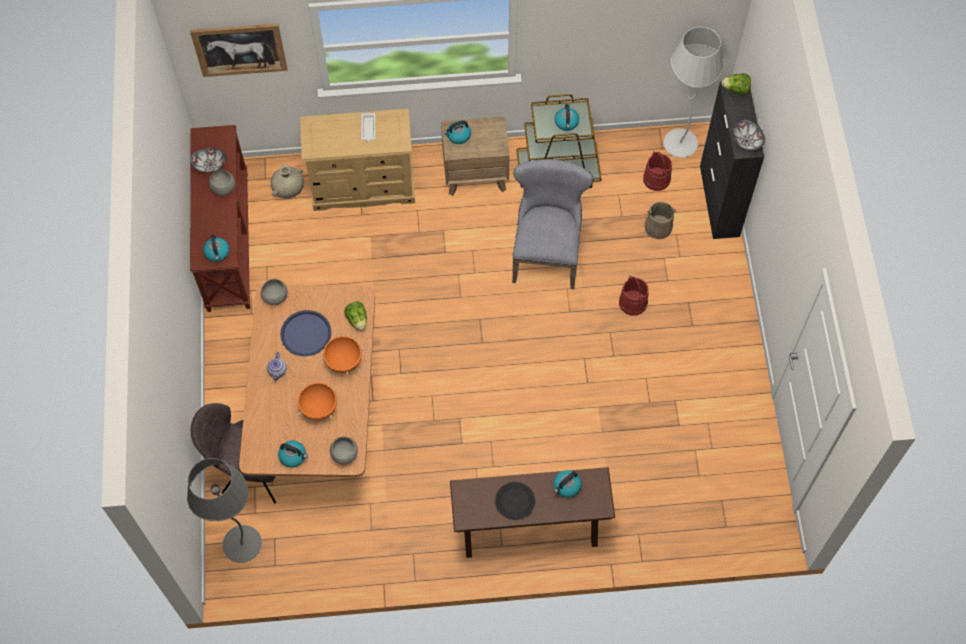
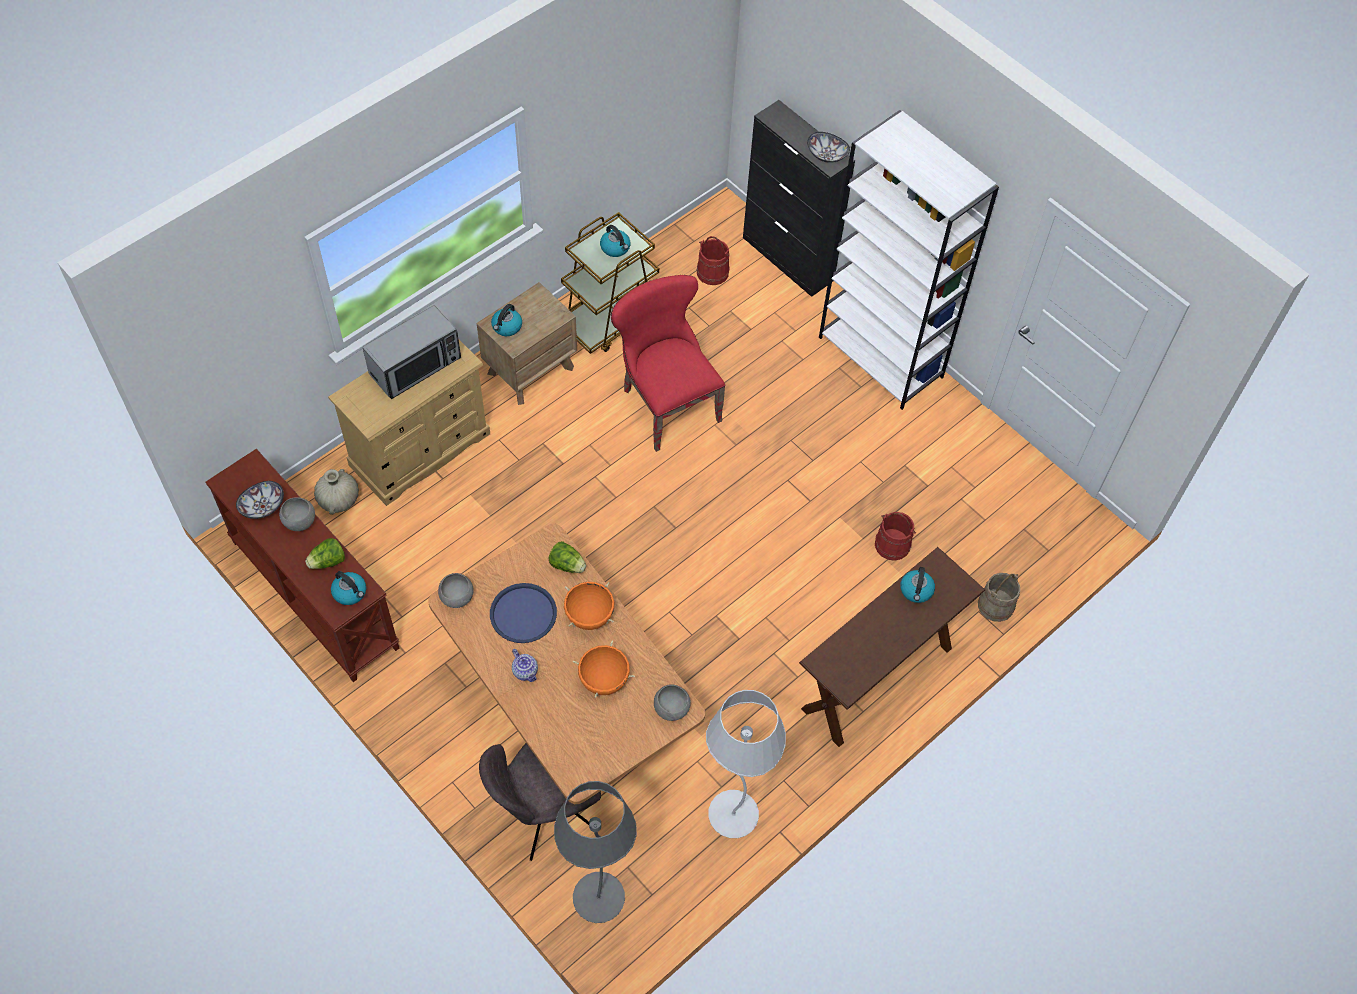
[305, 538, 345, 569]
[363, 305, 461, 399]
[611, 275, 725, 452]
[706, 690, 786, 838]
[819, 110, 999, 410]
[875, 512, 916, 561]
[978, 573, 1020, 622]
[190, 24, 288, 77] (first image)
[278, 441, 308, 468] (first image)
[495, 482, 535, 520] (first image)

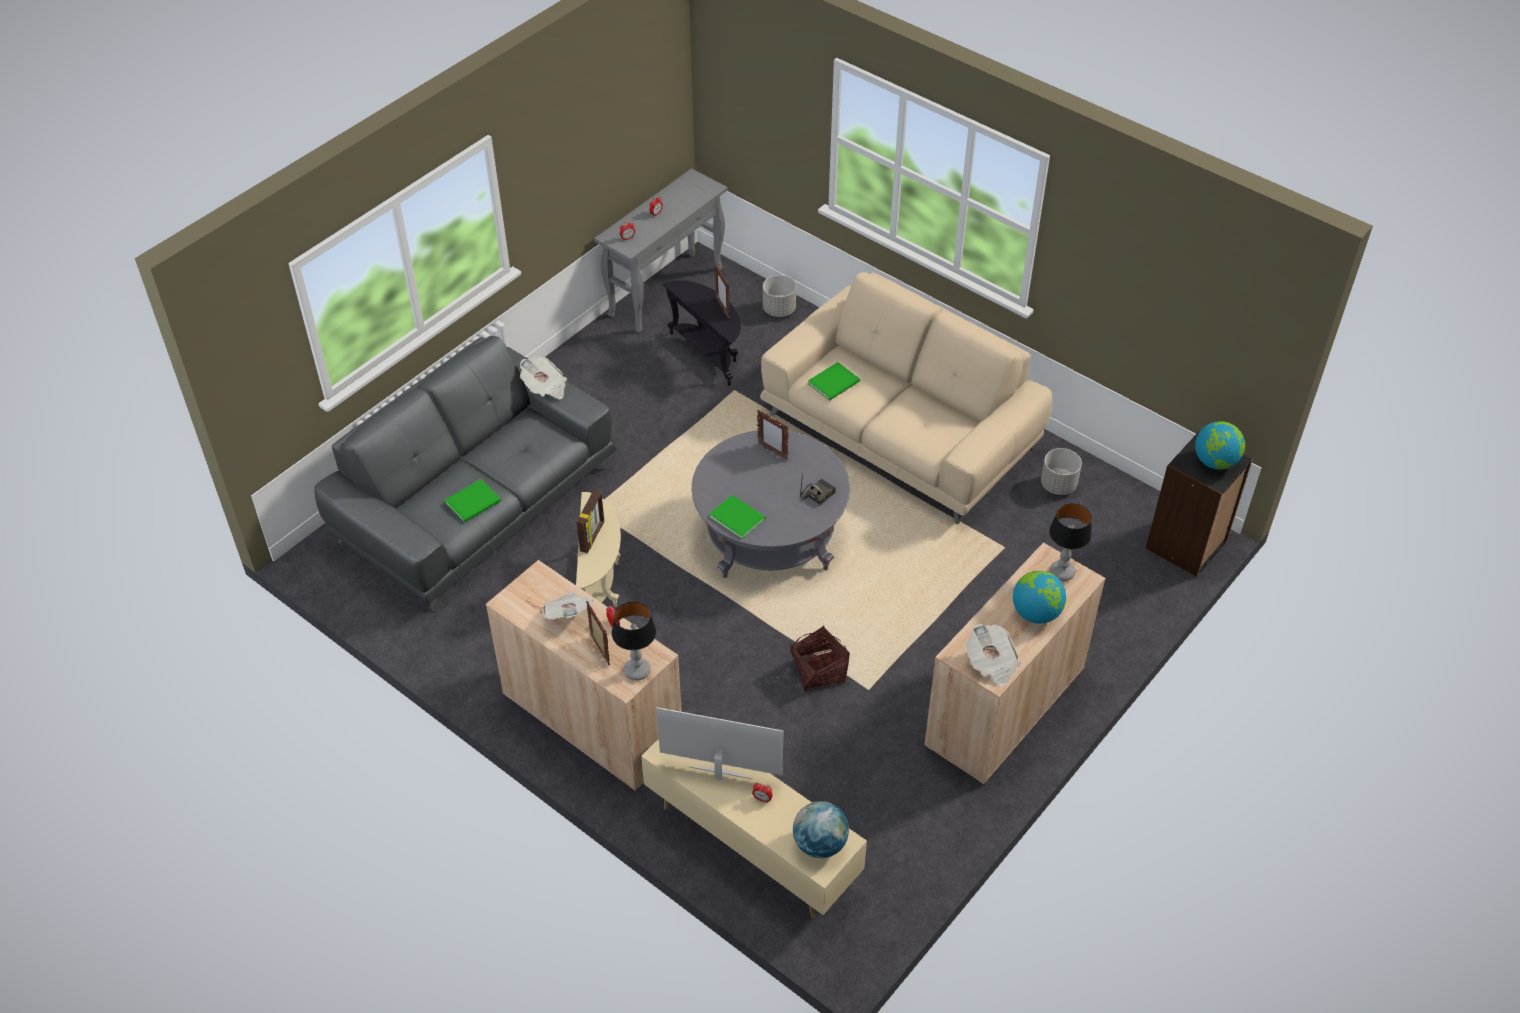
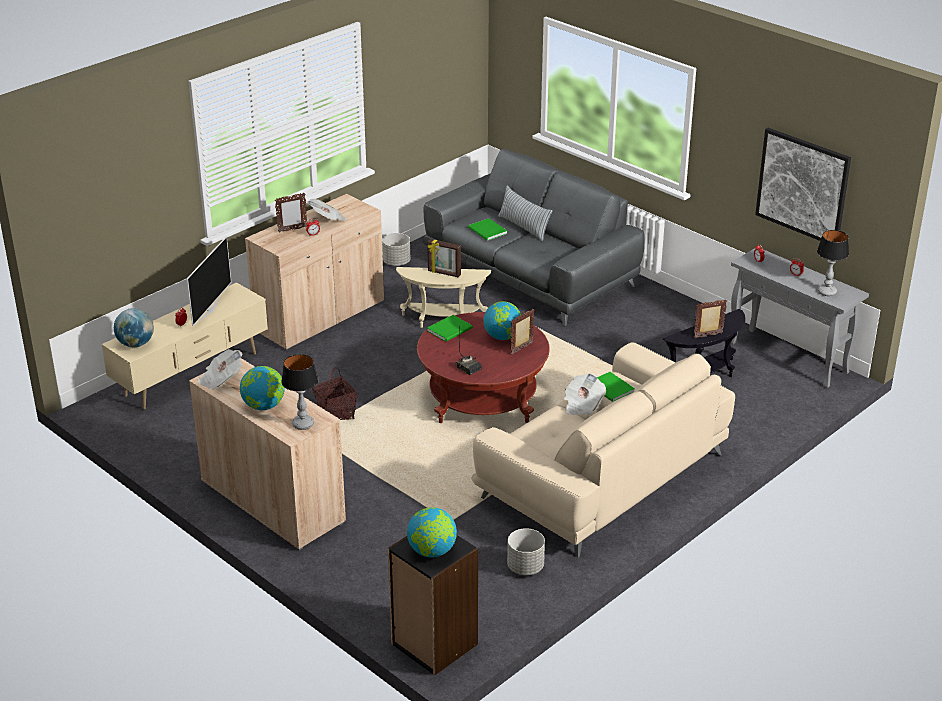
[382, 233, 410, 266]
[417, 312, 550, 423]
[483, 301, 521, 340]
[498, 186, 552, 242]
[564, 373, 606, 415]
[755, 128, 851, 241]
[817, 230, 849, 296]

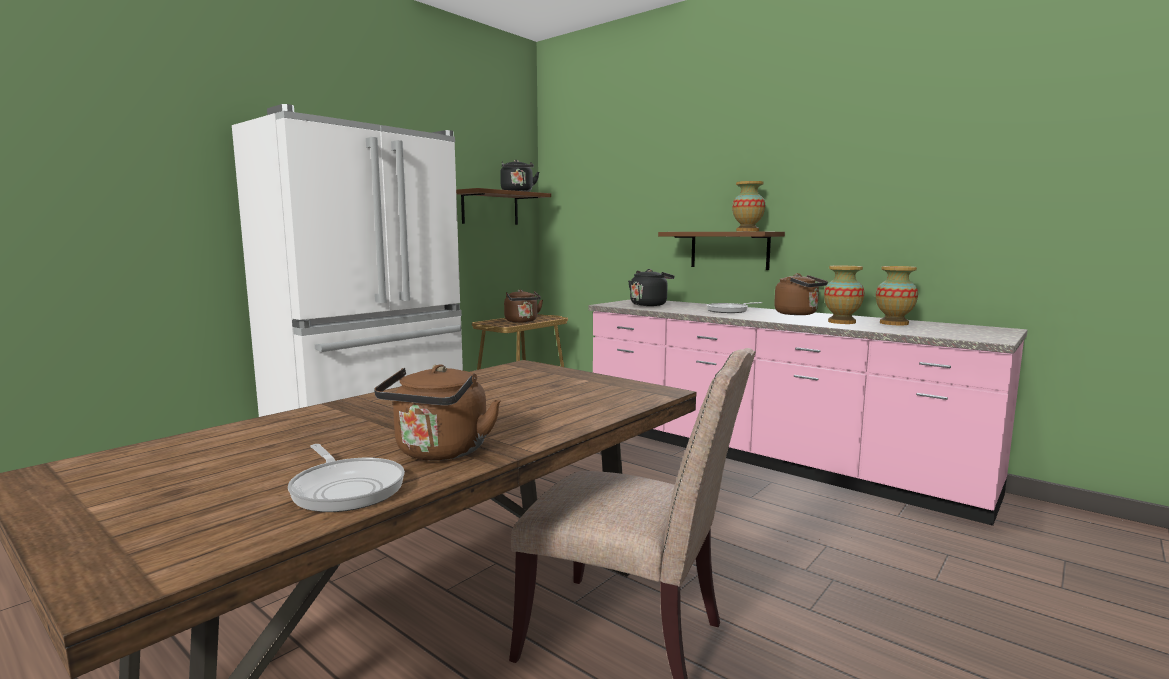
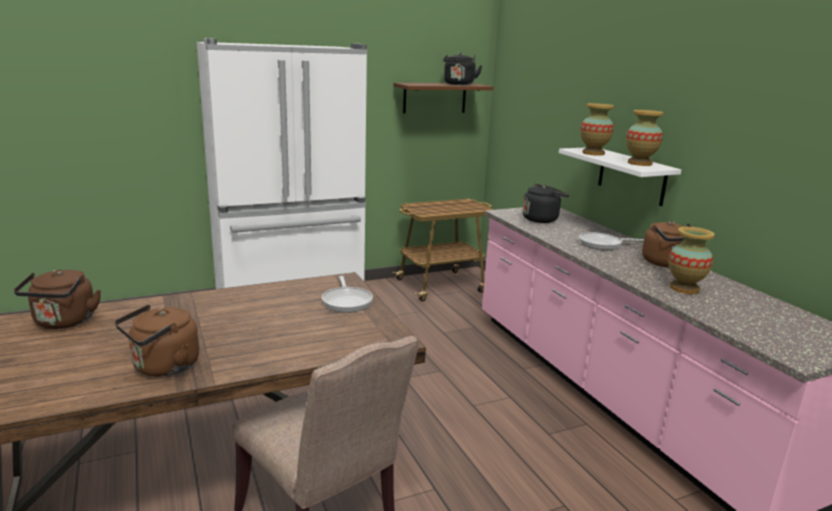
[14, 270, 101, 329]
[322, 276, 373, 313]
[559, 148, 681, 206]
[580, 103, 614, 156]

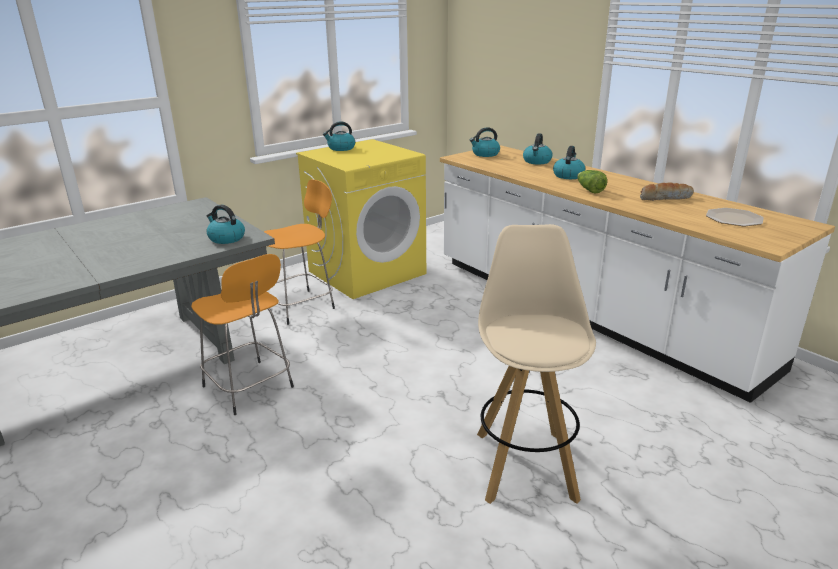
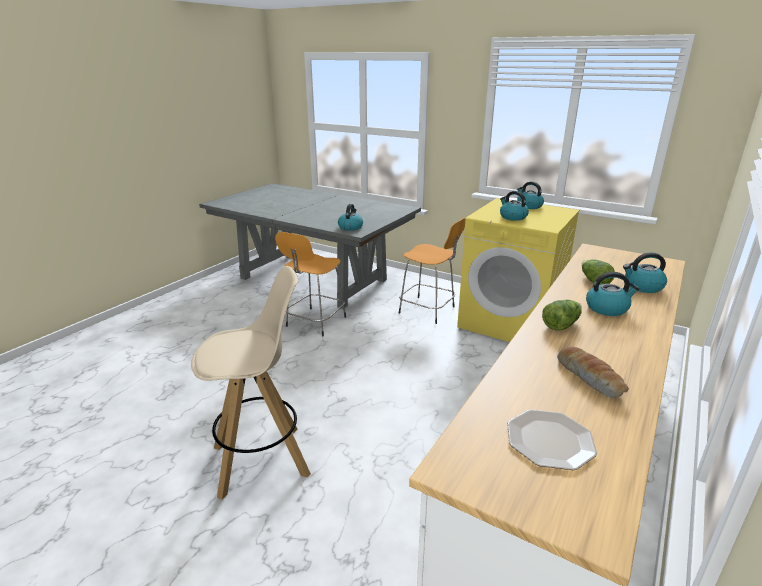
[500, 191, 529, 221]
[582, 259, 615, 285]

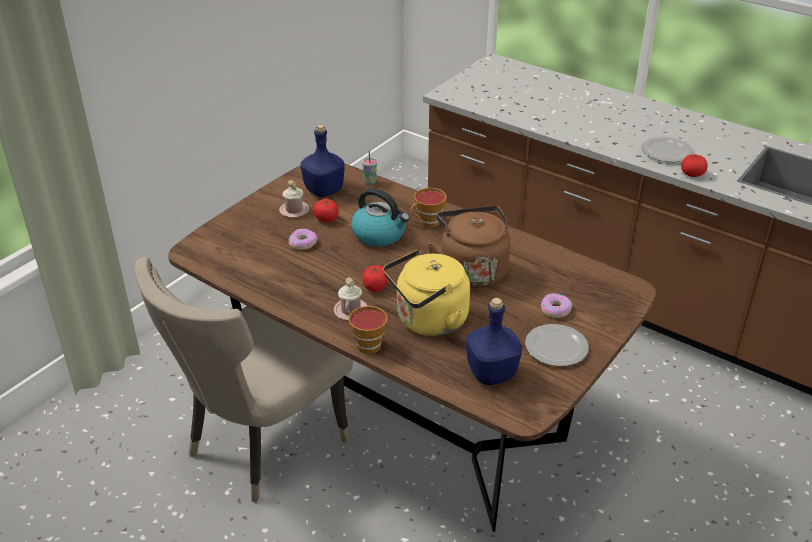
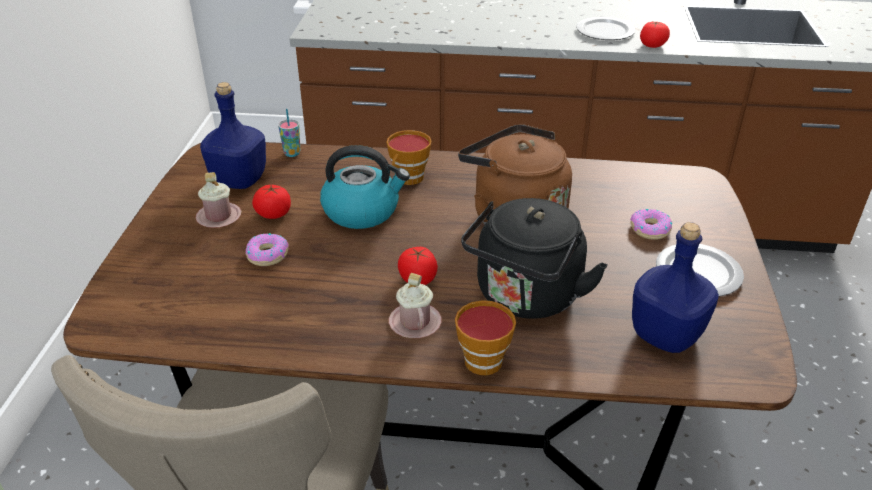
[461, 198, 608, 319]

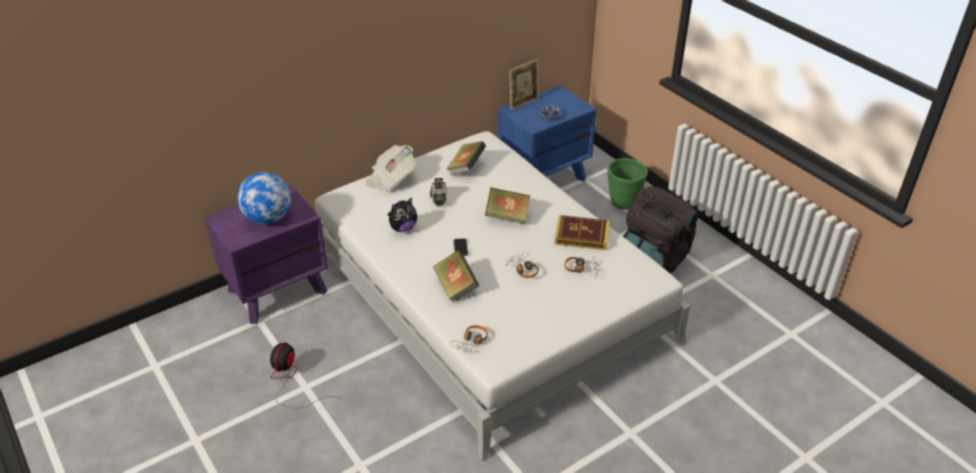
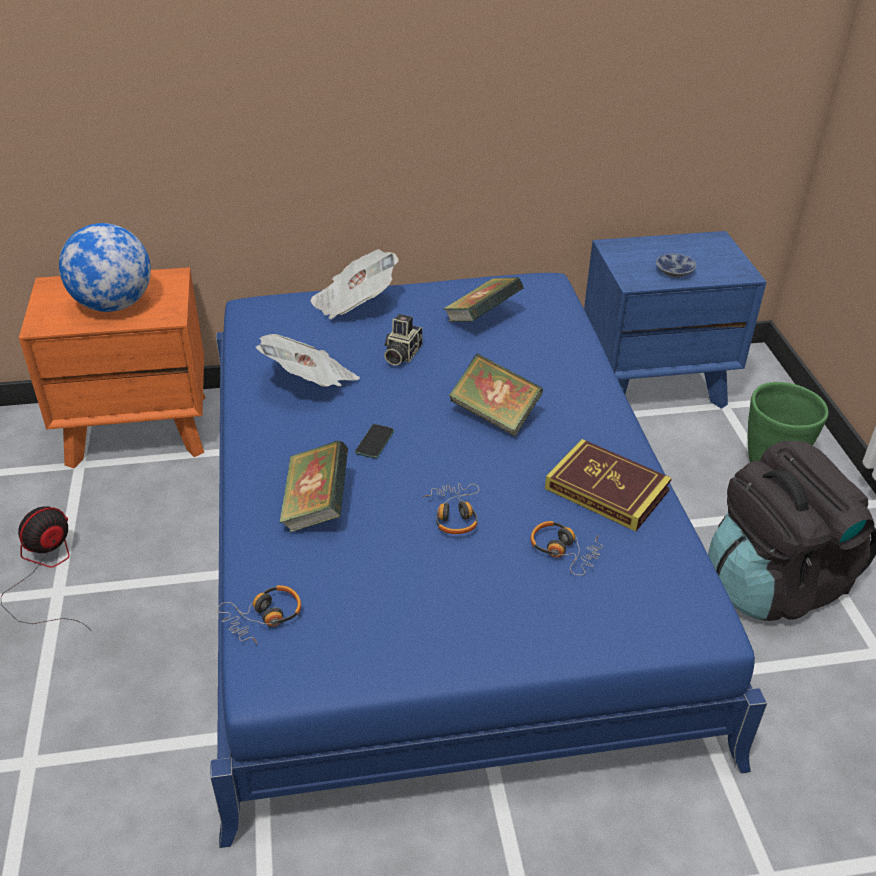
[19, 267, 206, 468]
[210, 273, 767, 848]
[256, 334, 360, 387]
[509, 59, 539, 110] (first image)

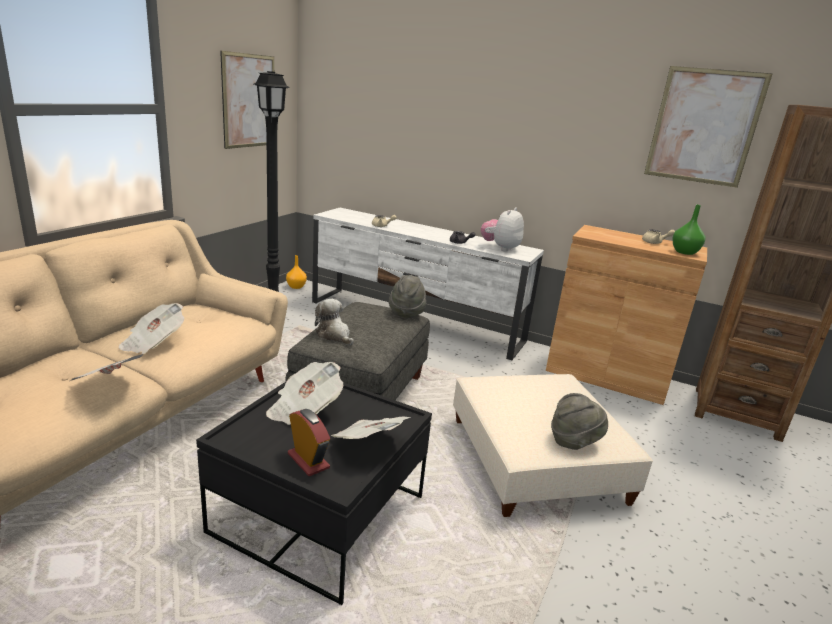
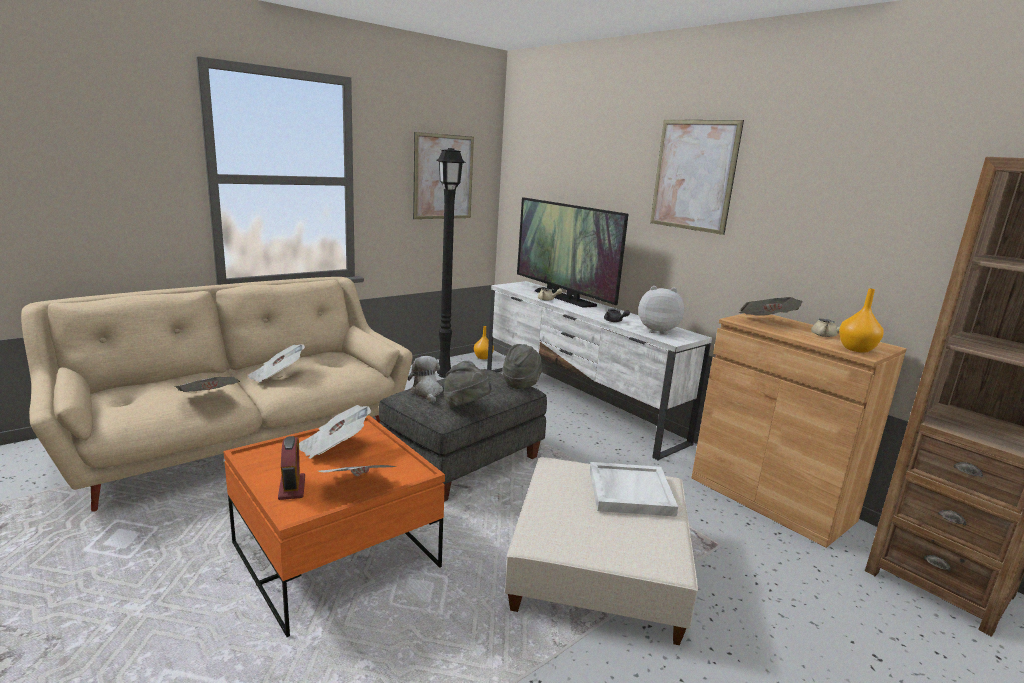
[223, 415, 445, 637]
[443, 361, 492, 407]
[517, 197, 628, 307]
[590, 462, 678, 517]
[638, 286, 684, 334]
[650, 120, 744, 235]
[739, 297, 803, 316]
[839, 288, 884, 353]

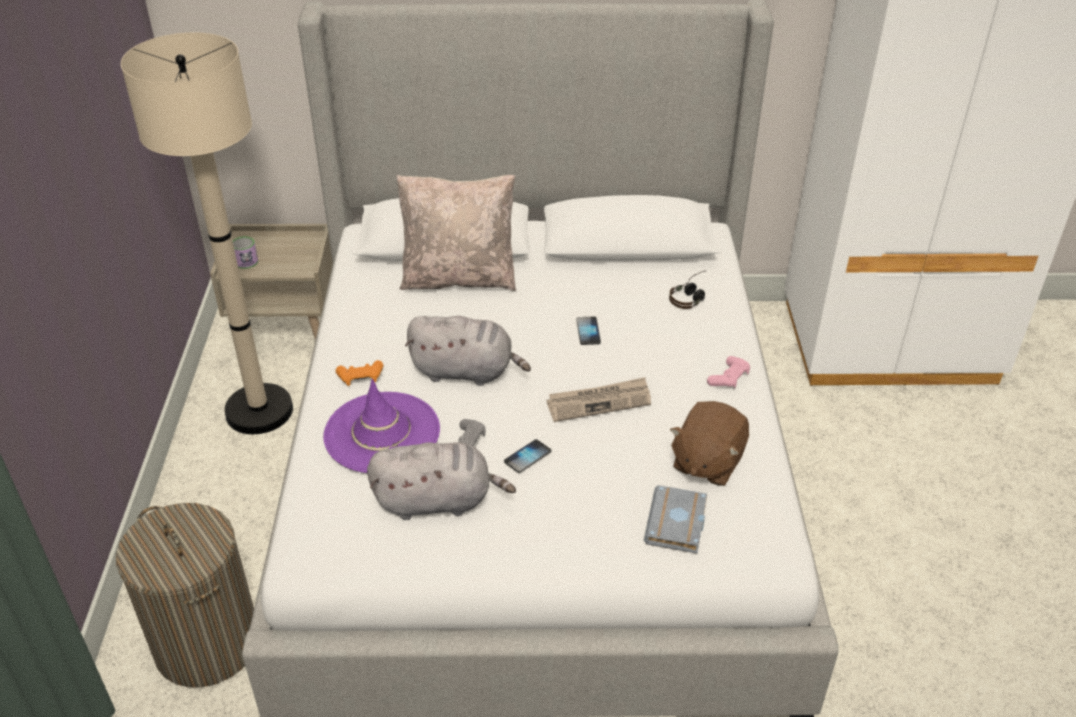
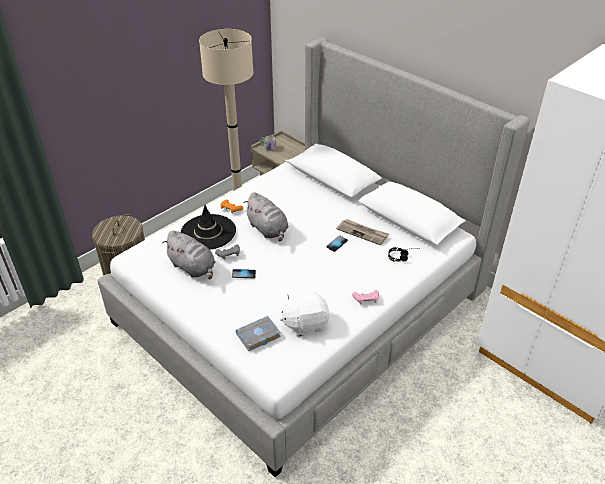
[181, 205, 236, 250]
[280, 292, 330, 337]
[336, 219, 389, 245]
[396, 175, 516, 291] (first image)

